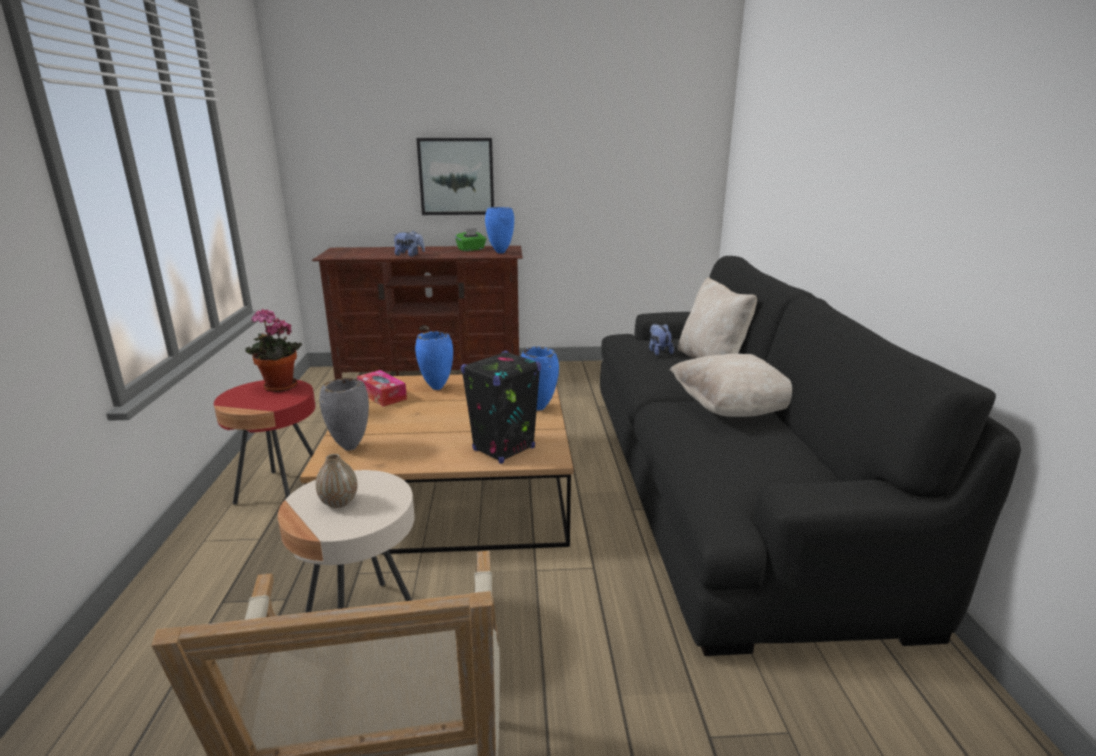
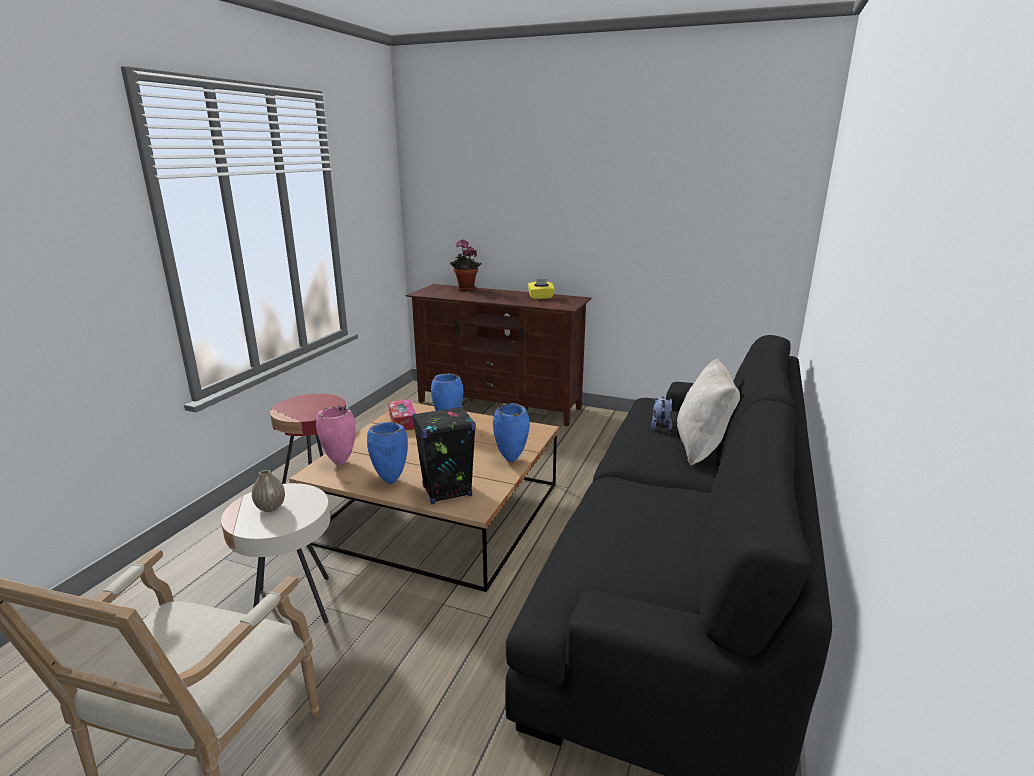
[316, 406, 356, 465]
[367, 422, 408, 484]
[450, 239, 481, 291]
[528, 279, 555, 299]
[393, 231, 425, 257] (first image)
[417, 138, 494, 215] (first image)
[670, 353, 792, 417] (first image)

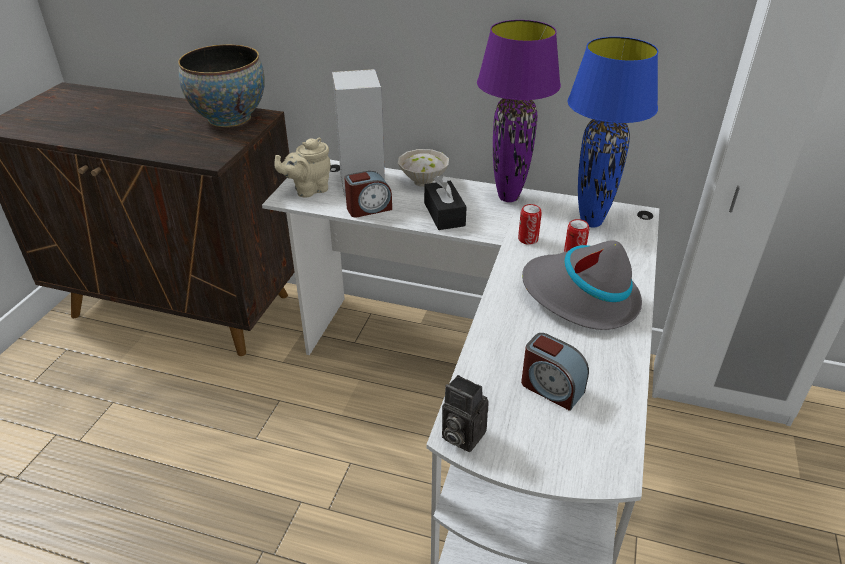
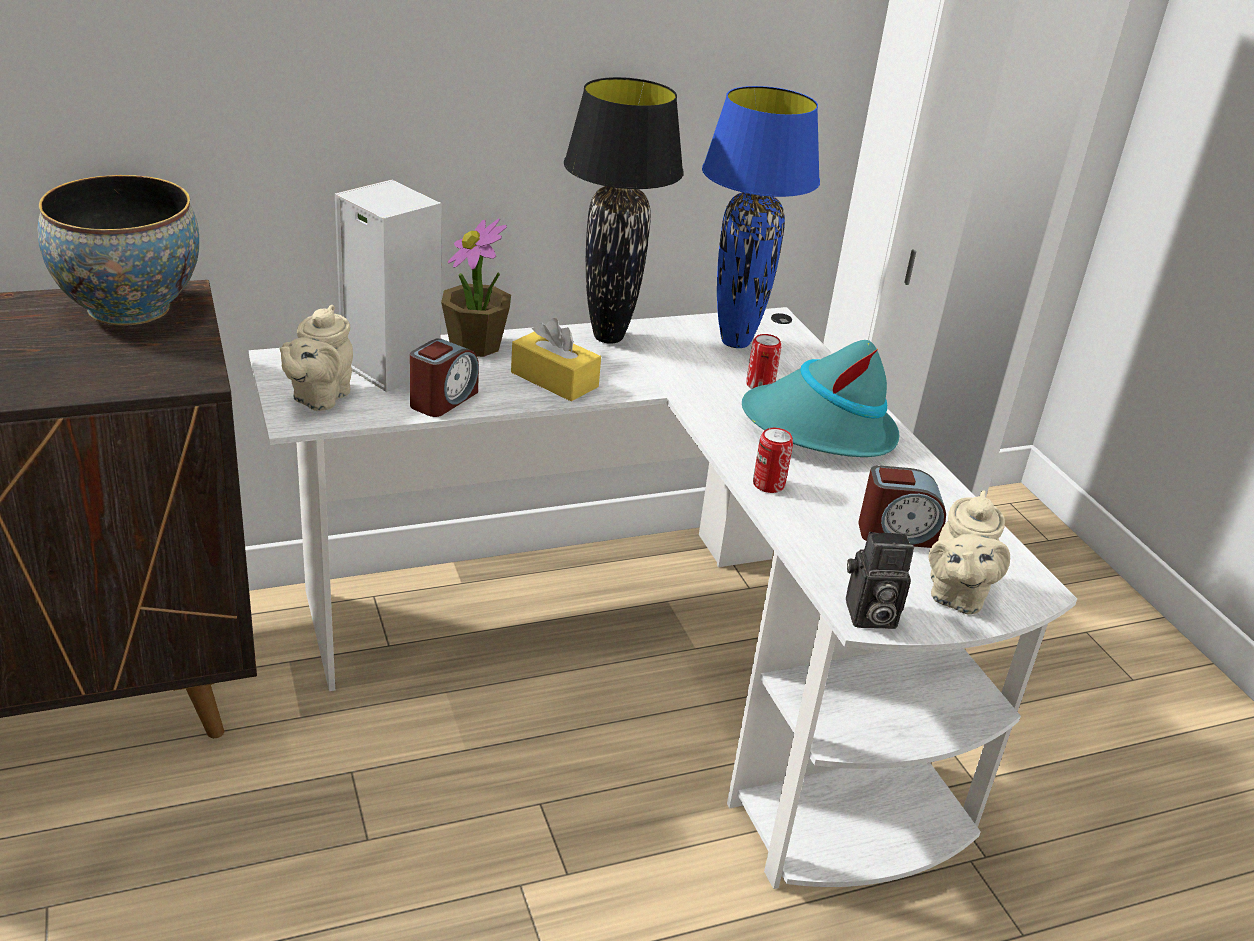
[441, 219, 511, 357]
[511, 318, 601, 401]
[564, 77, 684, 344]
[742, 340, 899, 457]
[753, 428, 793, 493]
[929, 490, 1010, 615]

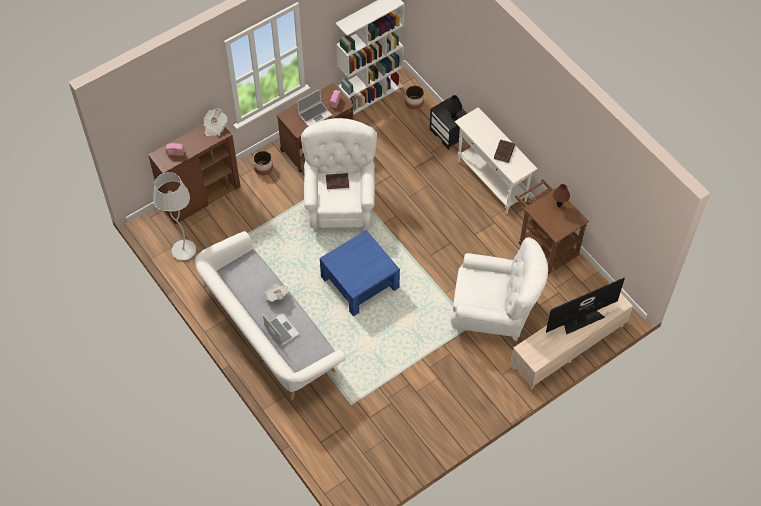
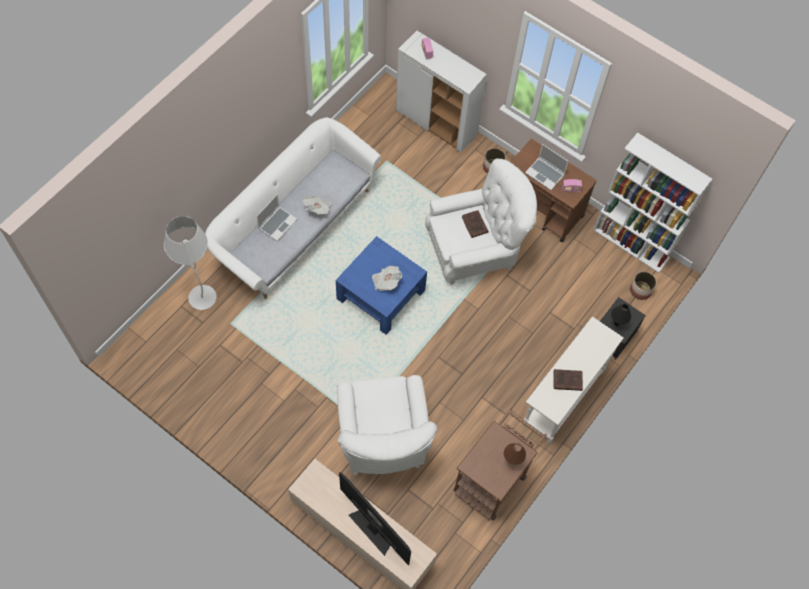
[164, 216, 217, 310]
[372, 266, 402, 291]
[396, 31, 487, 153]

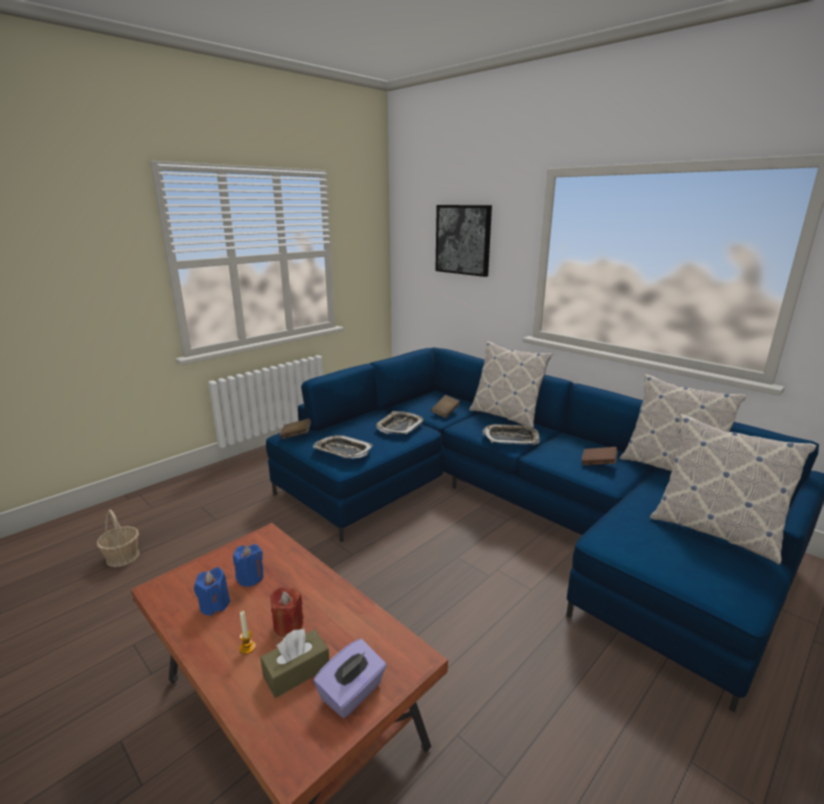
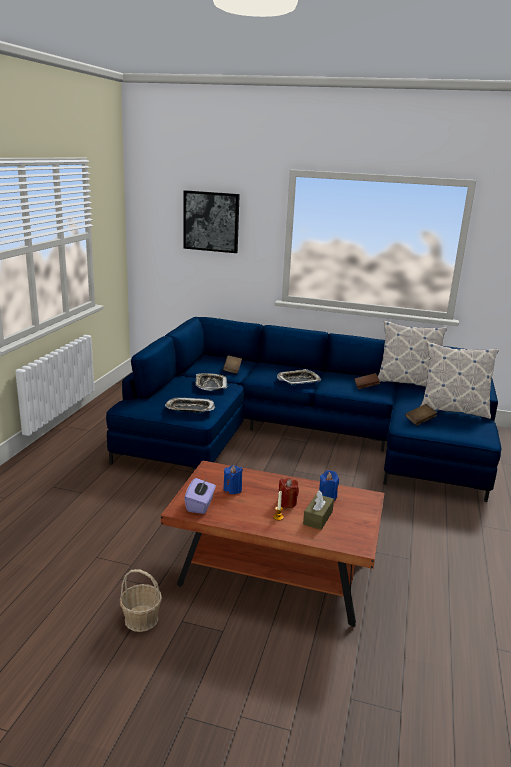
[120, 569, 162, 632]
[184, 478, 216, 514]
[319, 470, 339, 501]
[405, 404, 437, 425]
[469, 341, 552, 428] (first image)

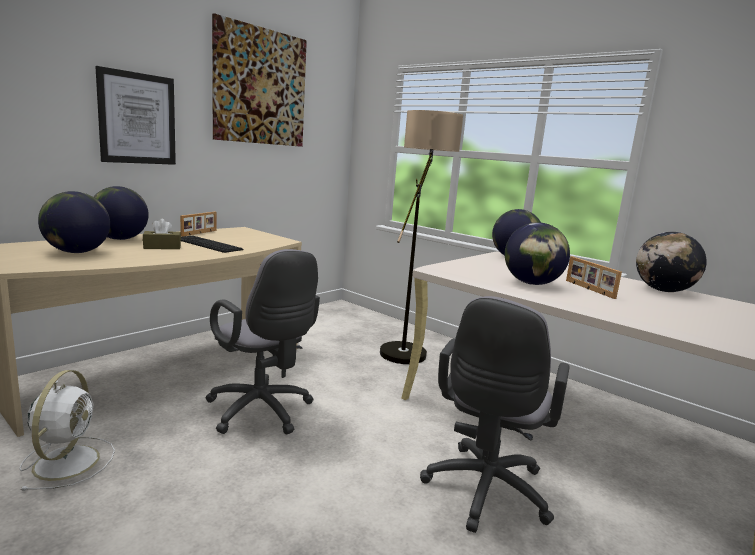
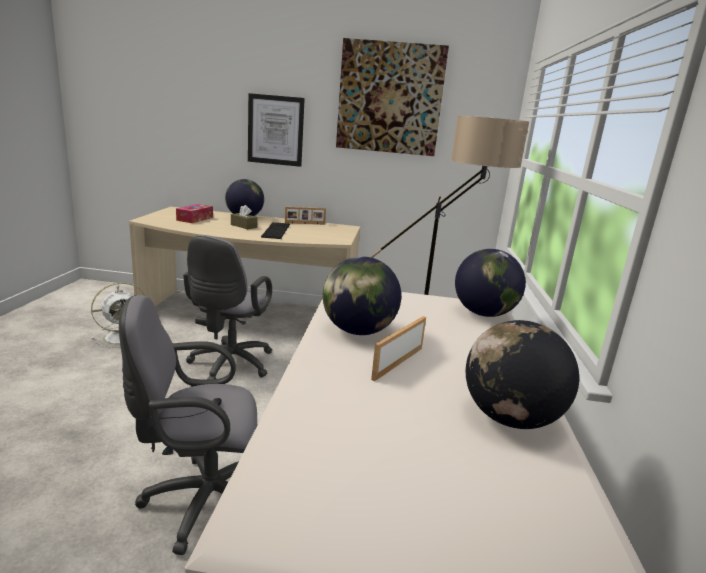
[176, 204, 213, 223]

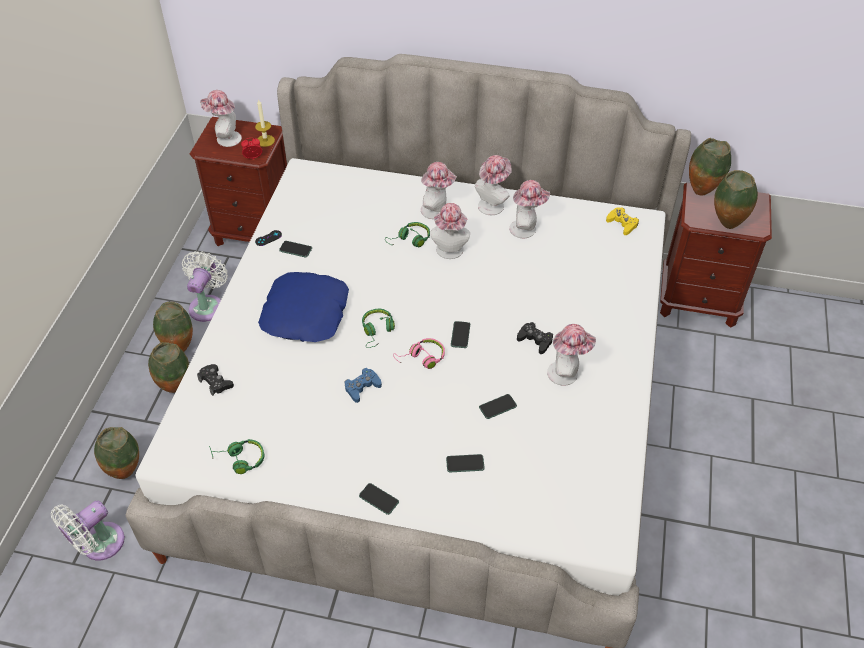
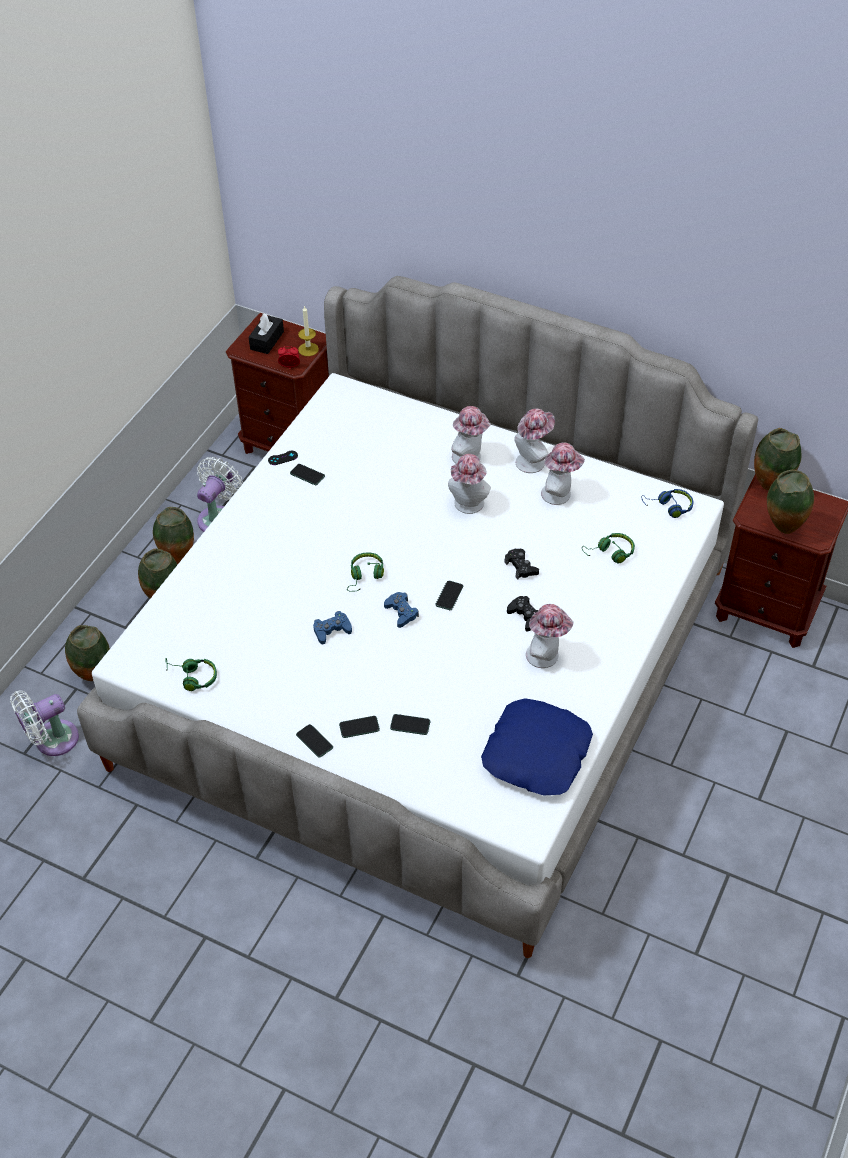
[249, 313, 284, 354]
[339, 716, 380, 738]
[384, 592, 419, 628]
[481, 699, 593, 795]
[505, 549, 539, 580]
[582, 533, 635, 564]
[641, 489, 694, 518]

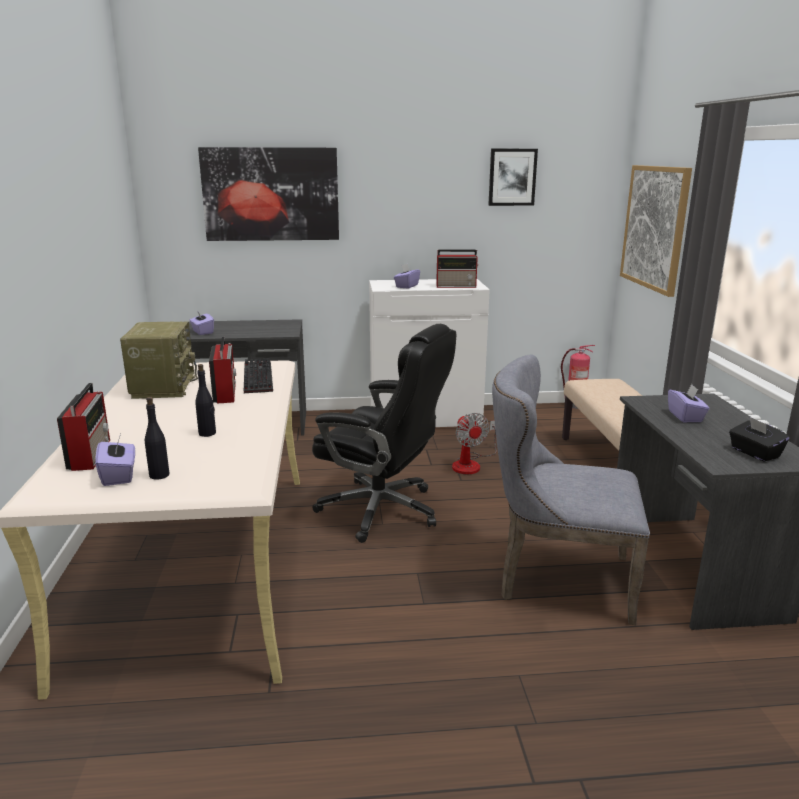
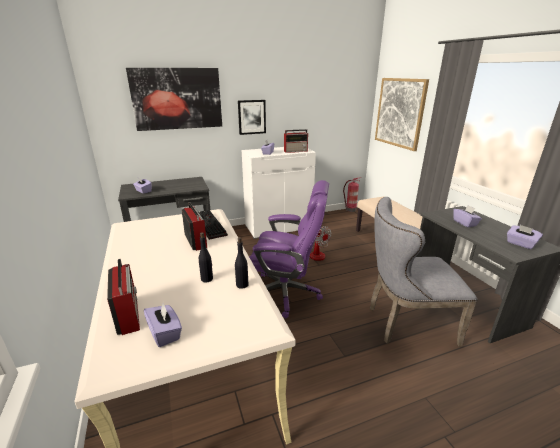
[235, 237, 248, 289]
[238, 100, 266, 135]
[249, 180, 329, 319]
[507, 225, 543, 249]
[120, 322, 198, 399] (first image)

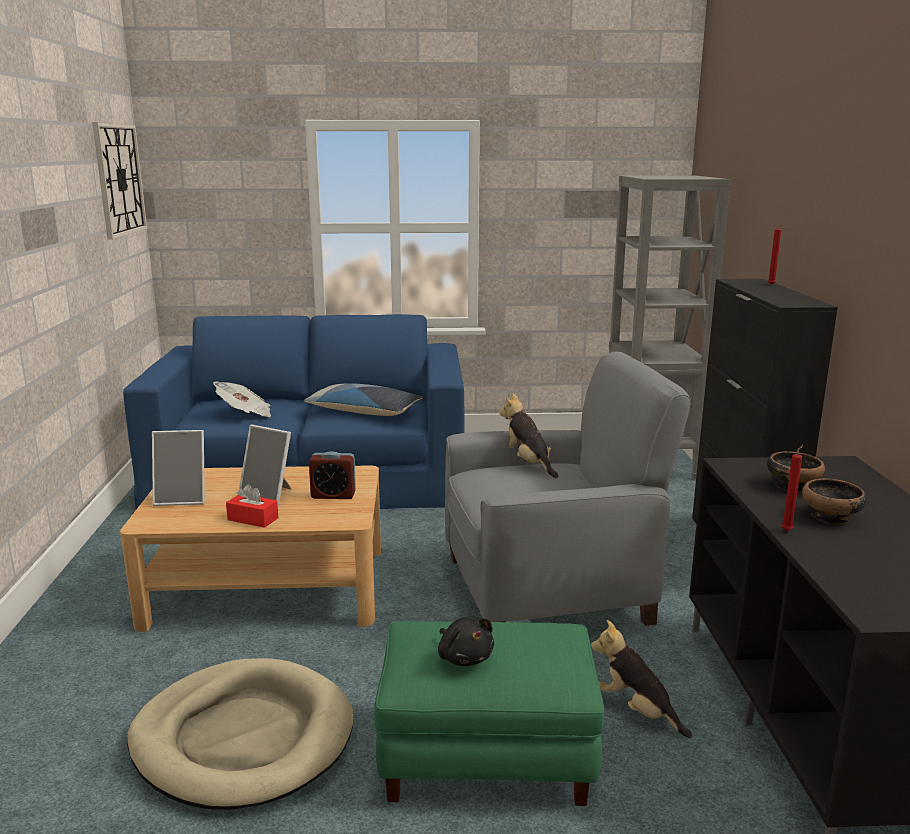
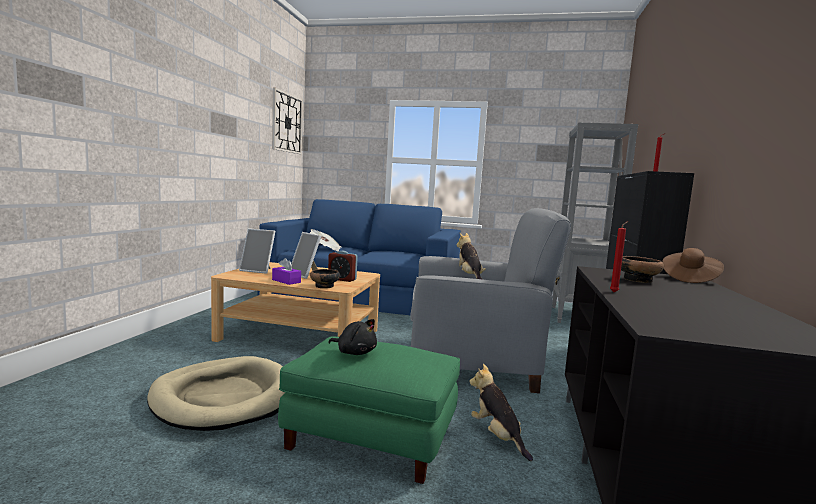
[272, 258, 301, 285]
[310, 269, 340, 288]
[328, 319, 377, 355]
[662, 248, 724, 283]
[304, 383, 423, 416] (first image)

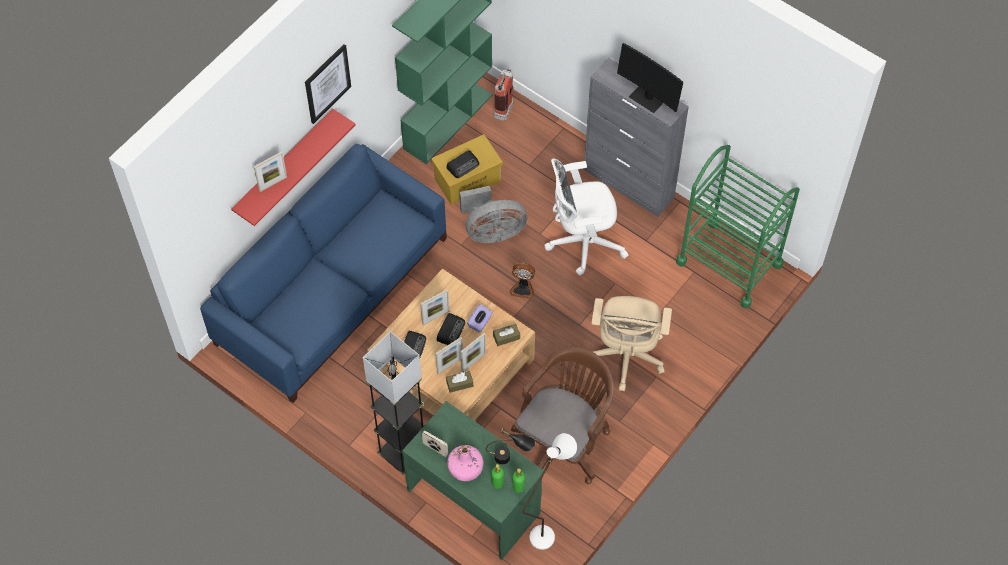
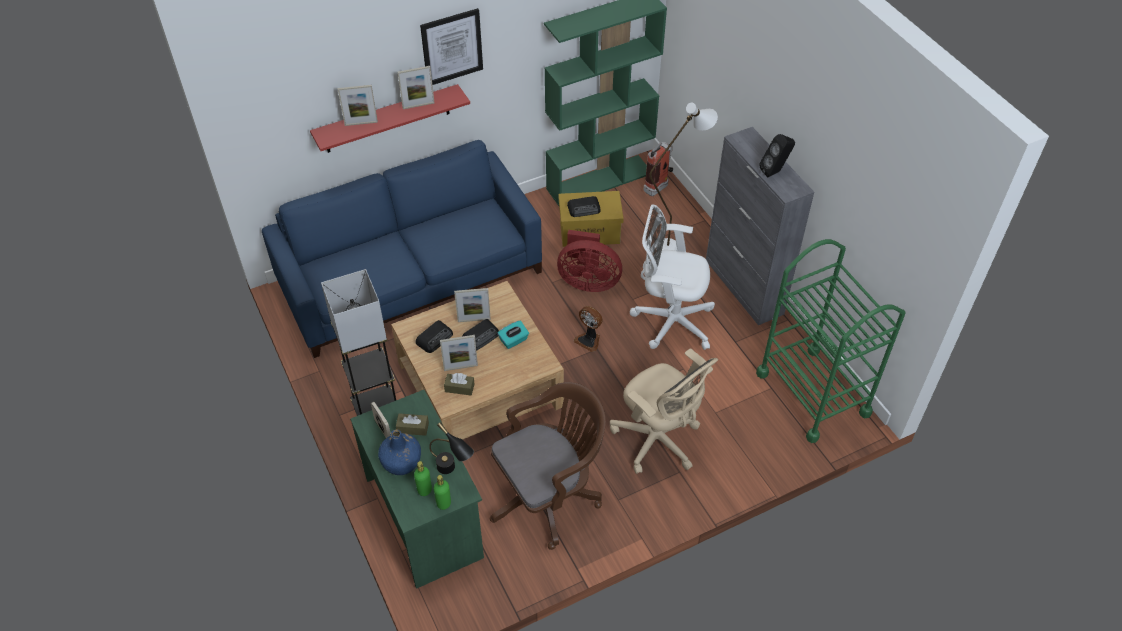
[378, 429, 421, 475]
[396, 413, 429, 436]
[397, 66, 434, 109]
[498, 321, 529, 349]
[557, 230, 622, 292]
[610, 348, 718, 474]
[649, 103, 718, 251]
[759, 134, 795, 177]

